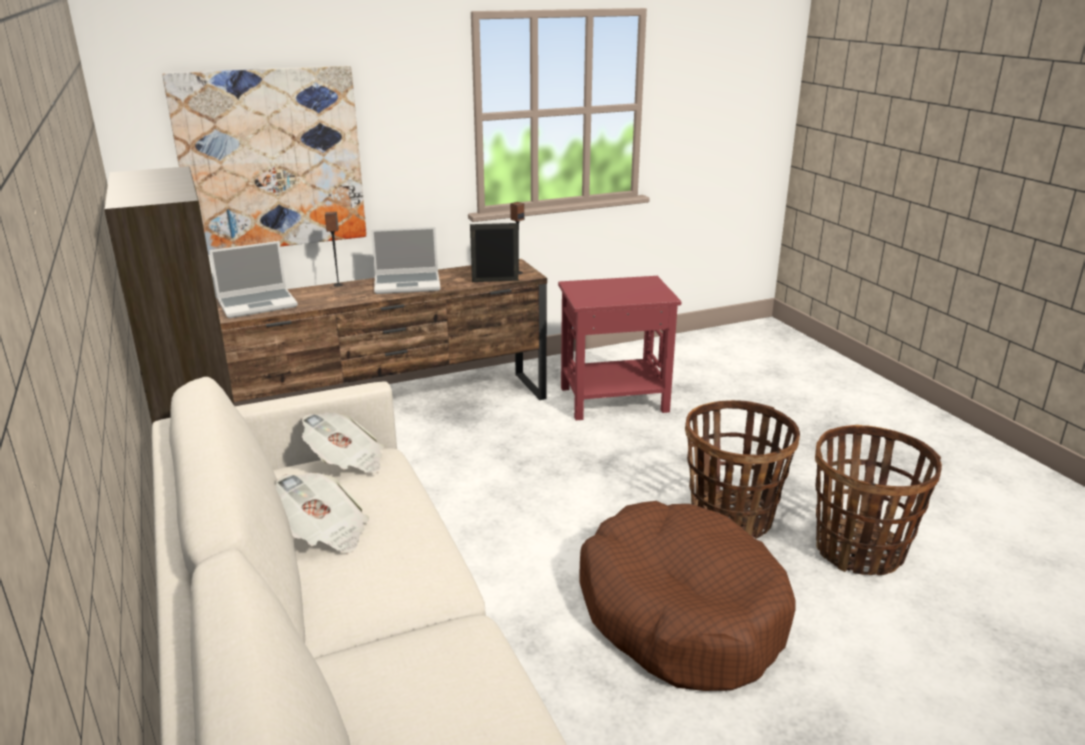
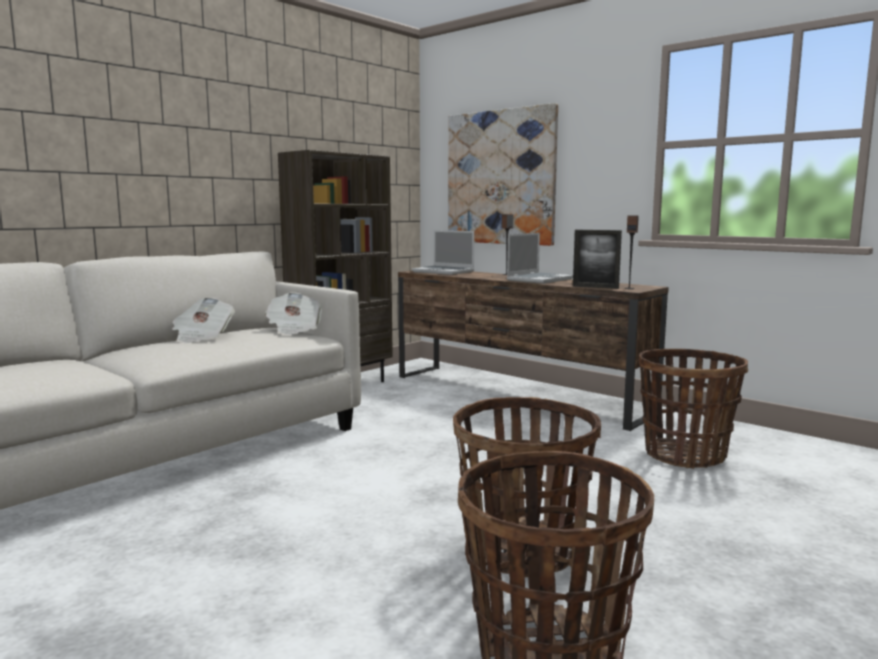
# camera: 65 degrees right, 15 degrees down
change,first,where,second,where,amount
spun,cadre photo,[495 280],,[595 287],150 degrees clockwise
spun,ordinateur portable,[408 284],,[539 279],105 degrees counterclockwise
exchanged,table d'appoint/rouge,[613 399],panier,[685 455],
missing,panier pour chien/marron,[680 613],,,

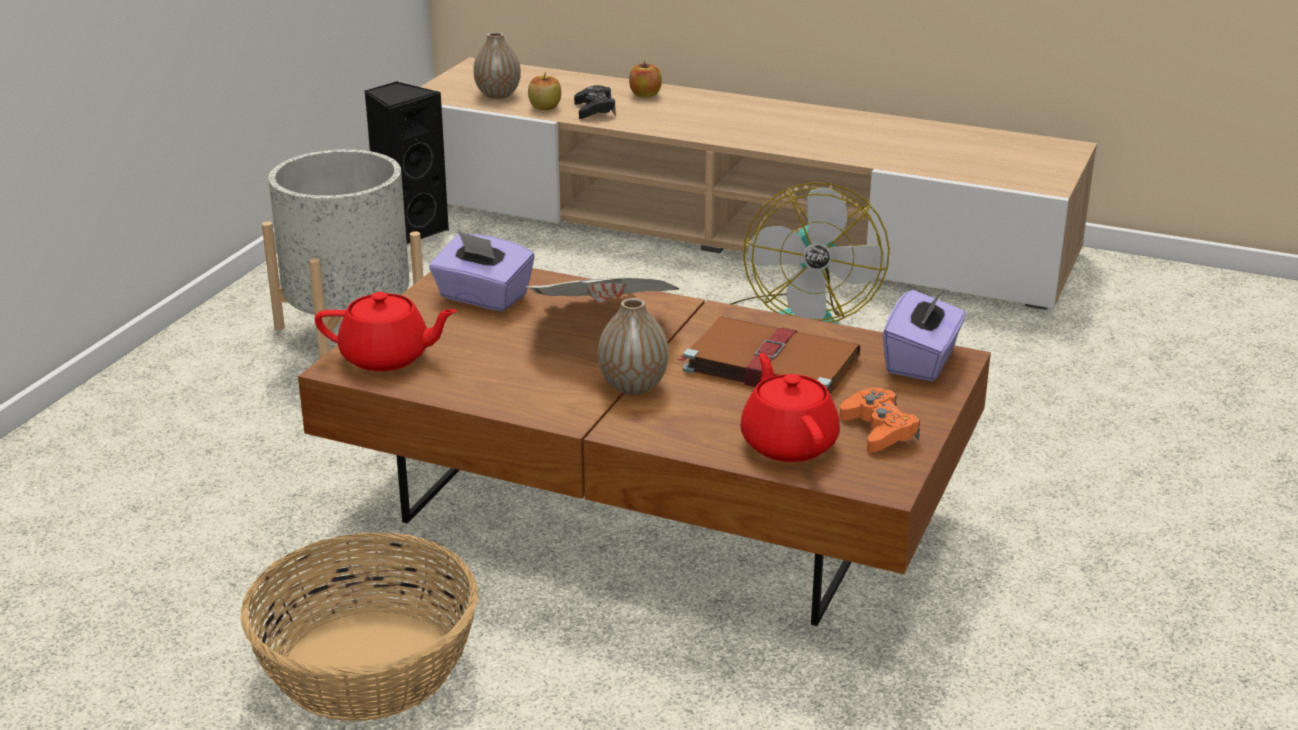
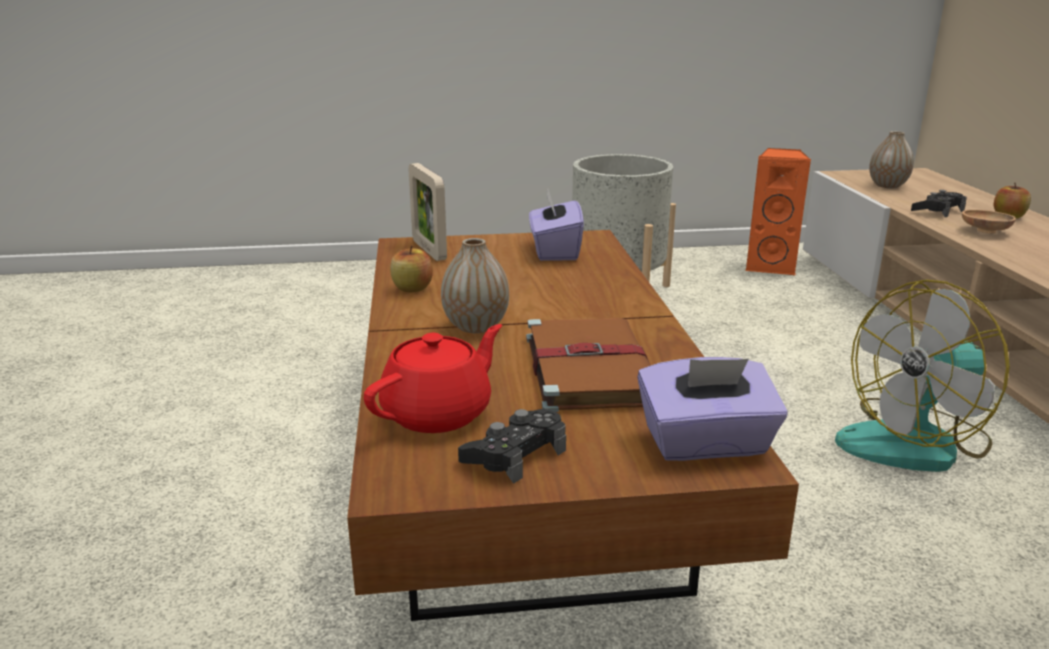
# camera: 60 degrees right, 5 degrees down
change,first,where,second,where,amount
relocated,pomme,[545 107],,[412 288],
colour,enceinte/noir,[409 230],enceinte/orange,[771 266],
missing,journal,[603 326],,,
exchanged,théière/rouge,[387 357],cadre photo,[429 250],
colour,manette/orange,[879 430],manette/noir,[514 455],
missing,panier,[368 666],,,
appeared,,,bol/marron,[985 231],

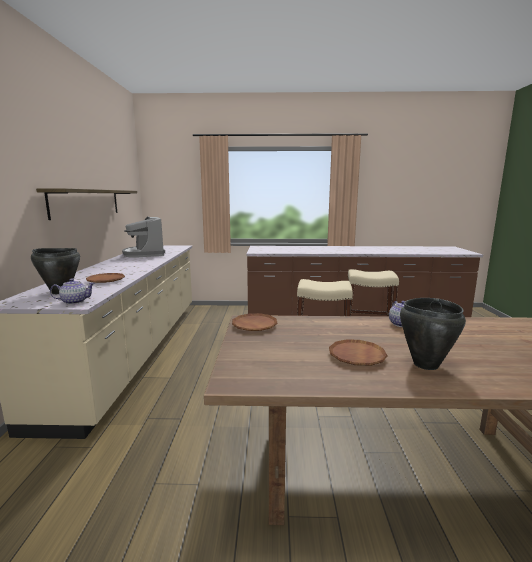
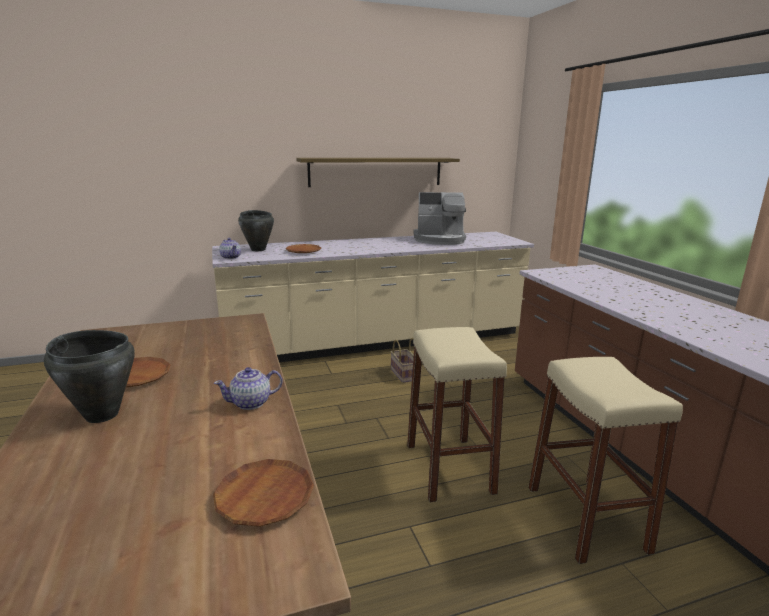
# camera: 70 degrees right, 5 degrees up
change,first,where,second,where,amount
spun,machine à café,[144 254],,[439 240],135 degrees counterclockwise
relocated,assiette/marron,[254 325],,[264 497],
appeared,,,panier,[403 374],

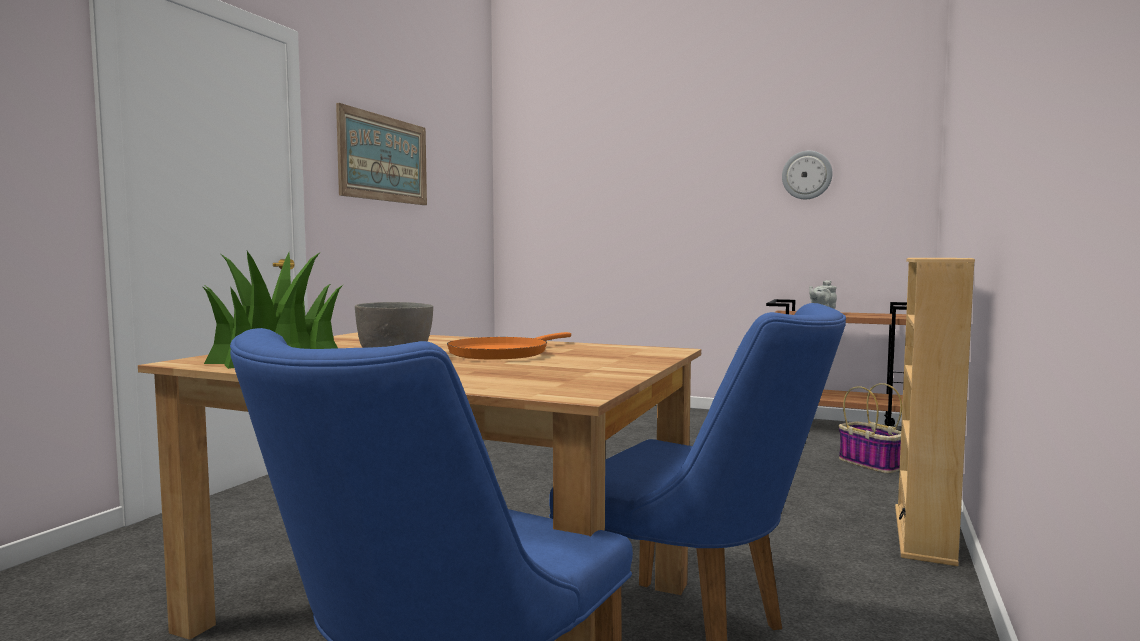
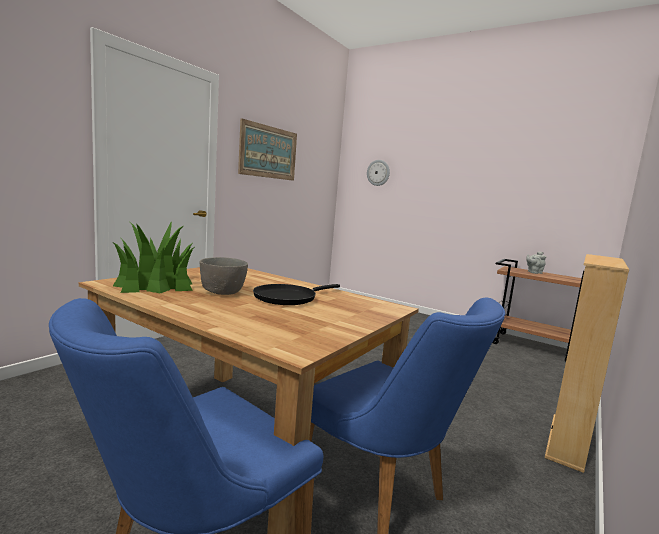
# camera: 10 degrees right, 5 degrees up
change,first,where,second,where,amount
relocated,horloge murale,[807 175],,[378 172],
colour,poêle/orange,[503 353],poêle/noir,[288 298],
missing,panier,[871 464],,,

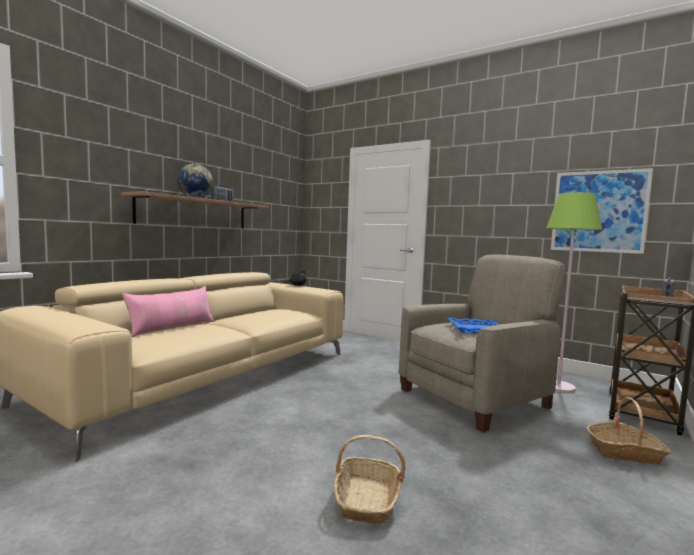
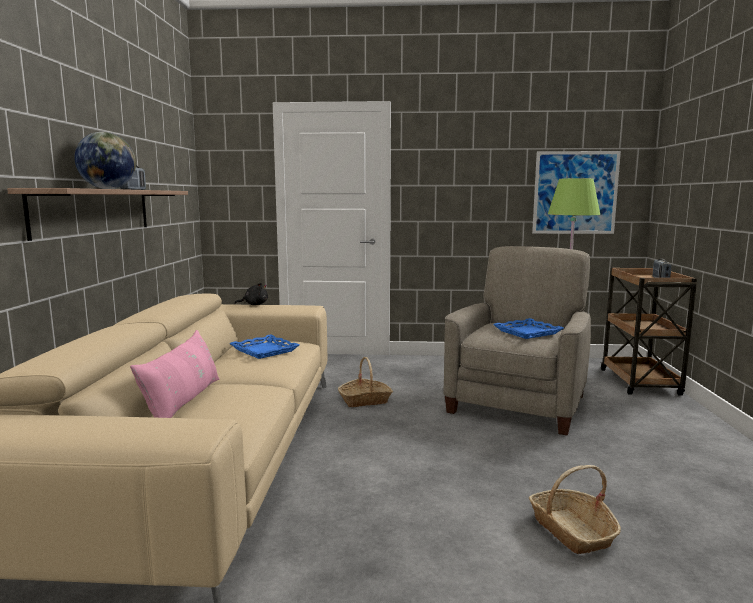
# camera: 30 degrees left, 5 degrees up
change,first,where,second,where,amount
relocated,panier,[625 452],,[365 400],
appeared,,,plateau/bleu,[264 351],

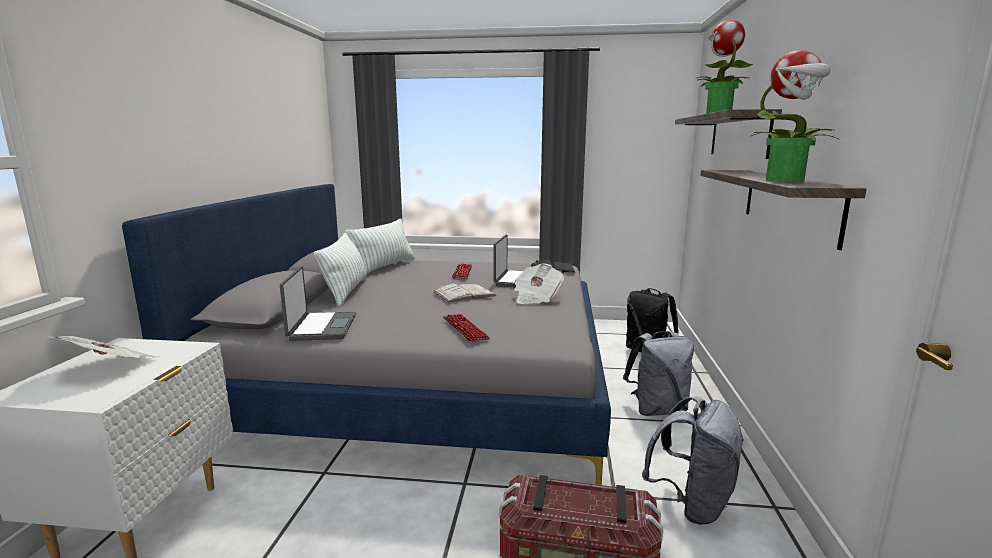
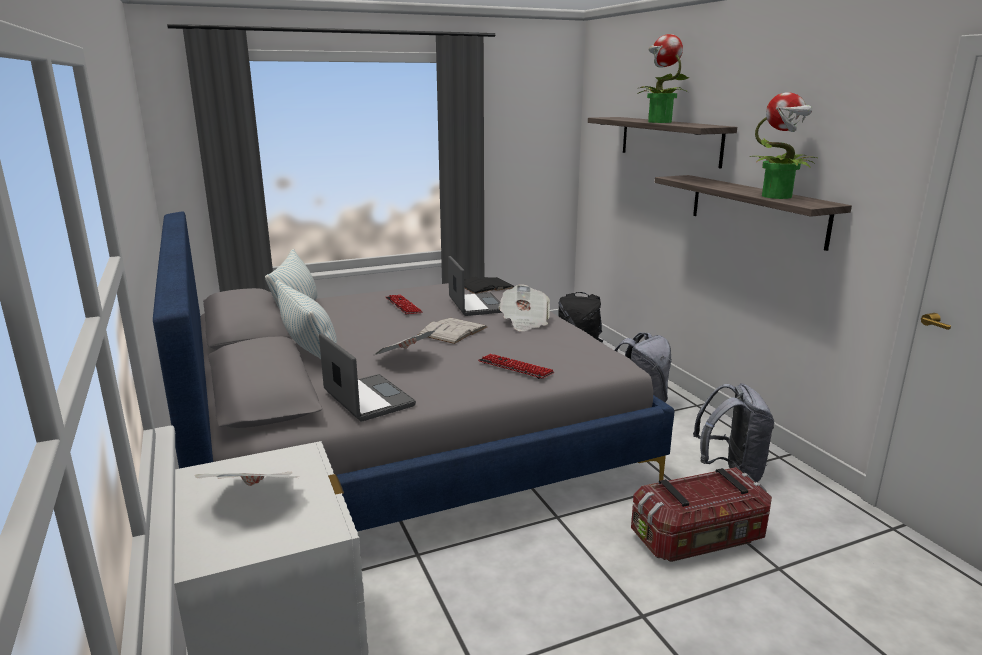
# camera: 30 degrees left, 5 degrees up
change,first,where,second,where,amount
appeared,,,journal,[404 359],

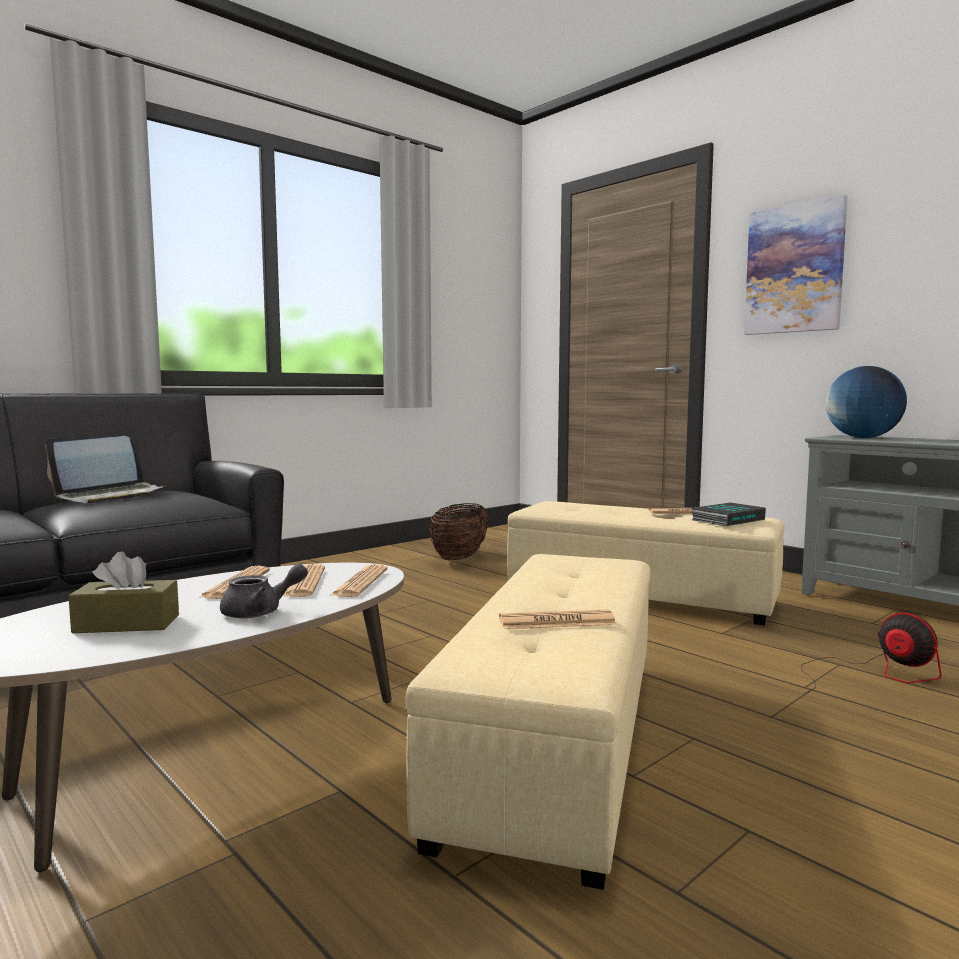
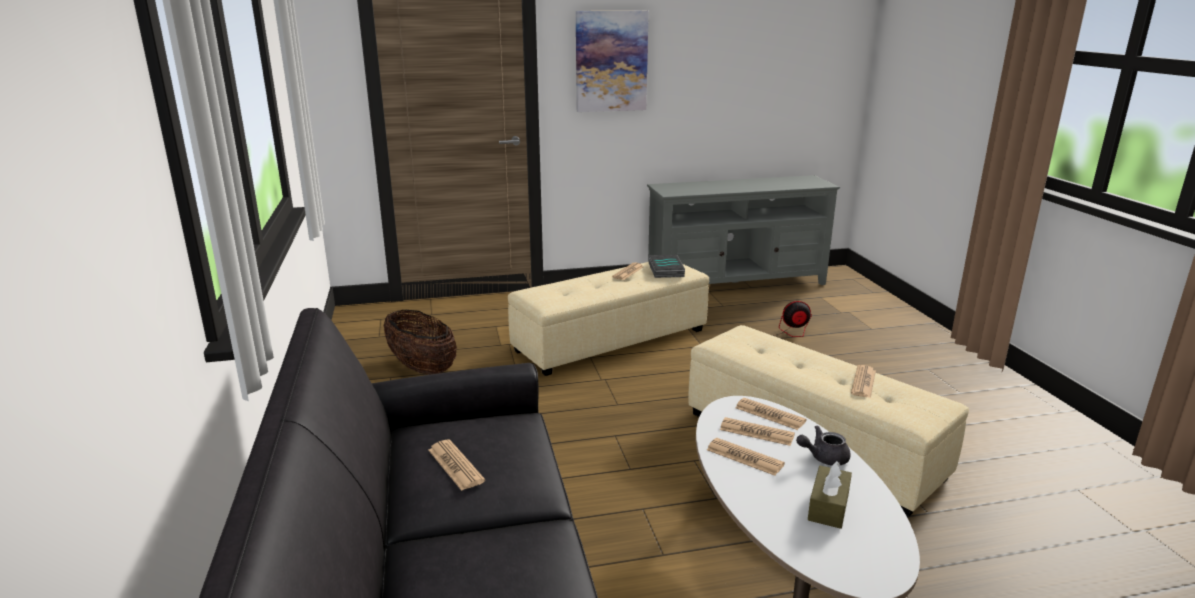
# camera: 60 degrees left, 15 degrees up
change,first,where,second,where,amount
missing,globe,[863 438],,,
exchanged,ordinateur portable,[110 496],journal,[455 465],
spun,théière/gris,[260 612],,[823 457],105 degrees counterclockwise

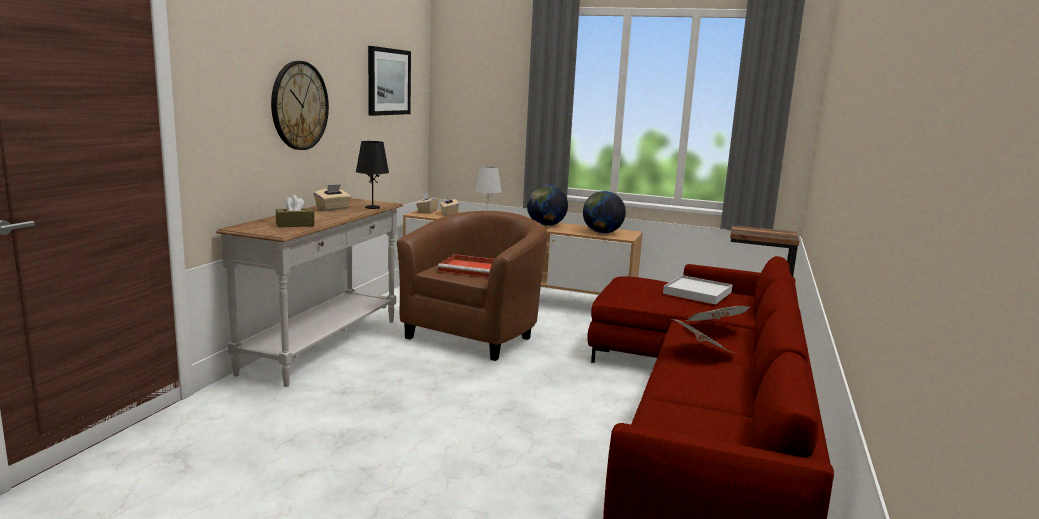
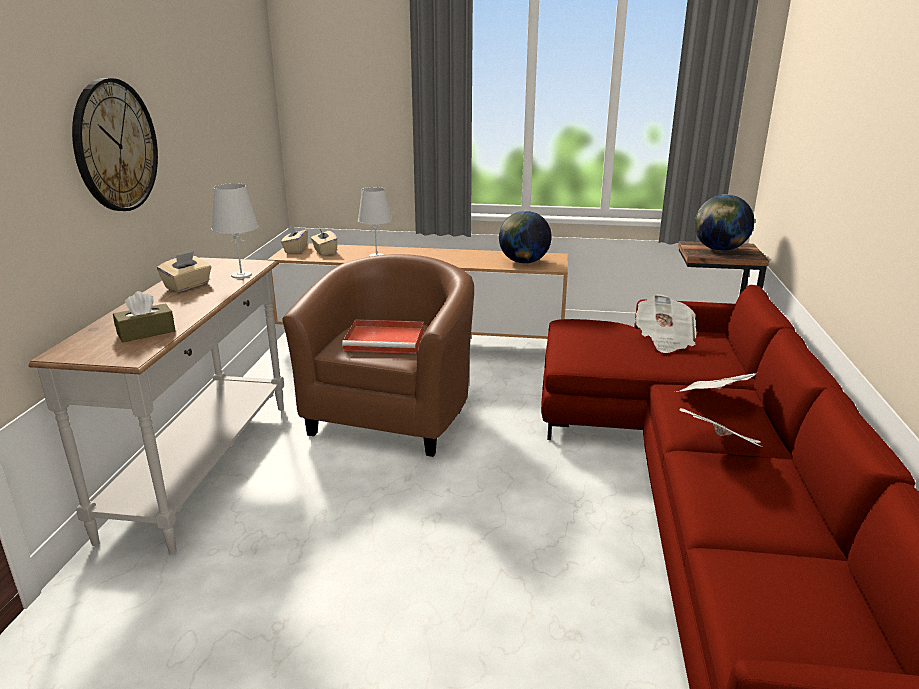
# camera: 10 degrees left, 10 degrees up
change,first,where,second,where,amount
missing,tableau,[388 82],,,
colour,lampe de table/noir,[372 207],lampe de table/blanc,[241 275],
relocated,globe,[545 225],,[719 250],
exchanged,plateau/blanc,[697 293],journal,[664 340],

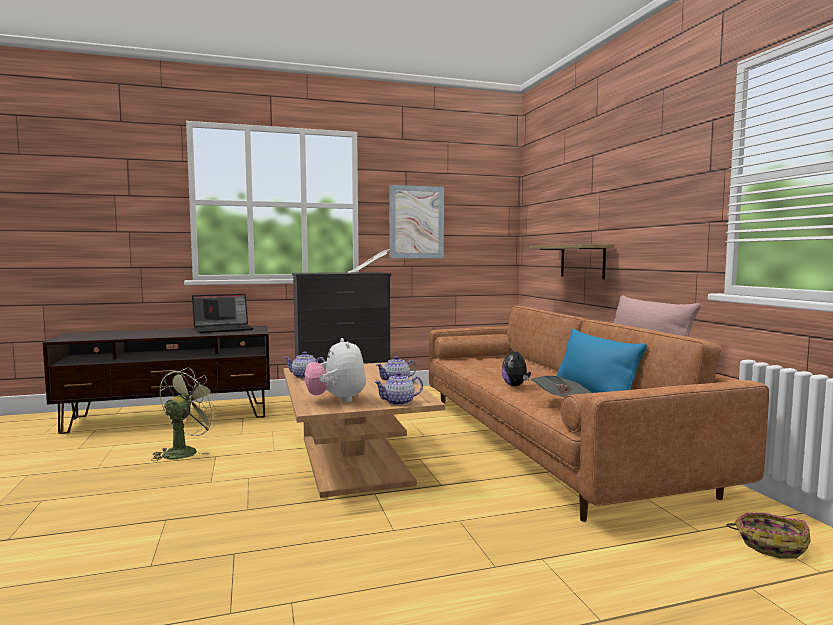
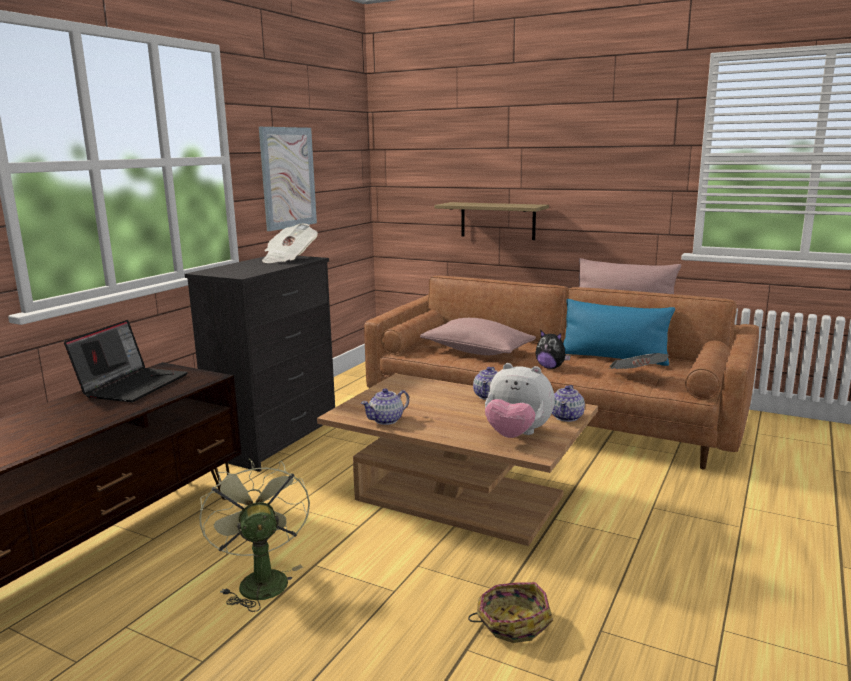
# camera: 45 degrees left, 10 degrees up
change,first,where,second,where,amount
relocated,panier,[770 544],,[512 622],
appeared,,,coussin/rose,[477 352],

